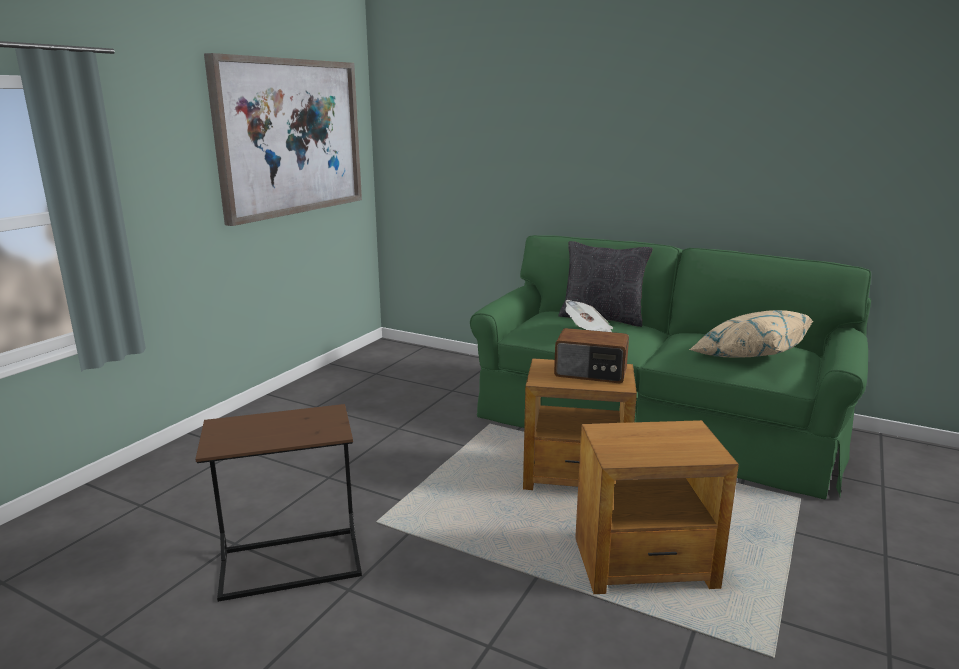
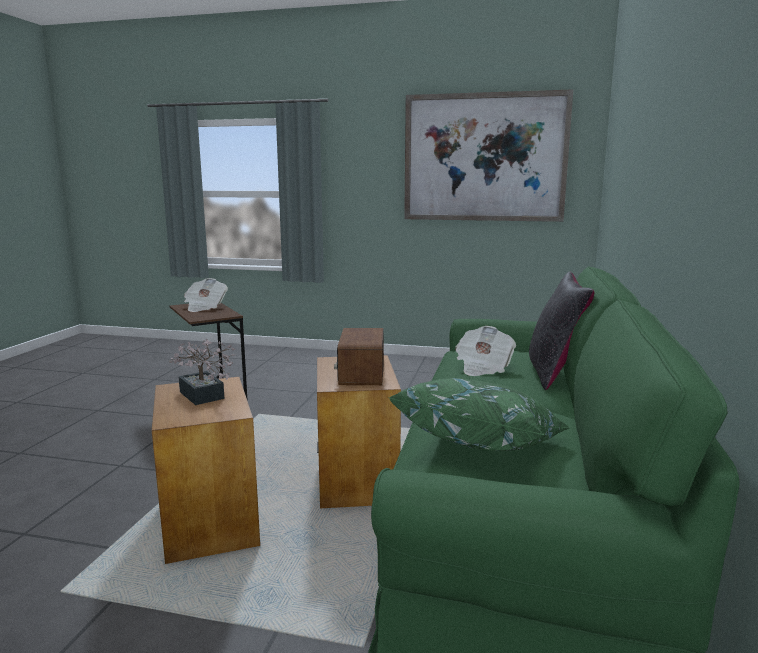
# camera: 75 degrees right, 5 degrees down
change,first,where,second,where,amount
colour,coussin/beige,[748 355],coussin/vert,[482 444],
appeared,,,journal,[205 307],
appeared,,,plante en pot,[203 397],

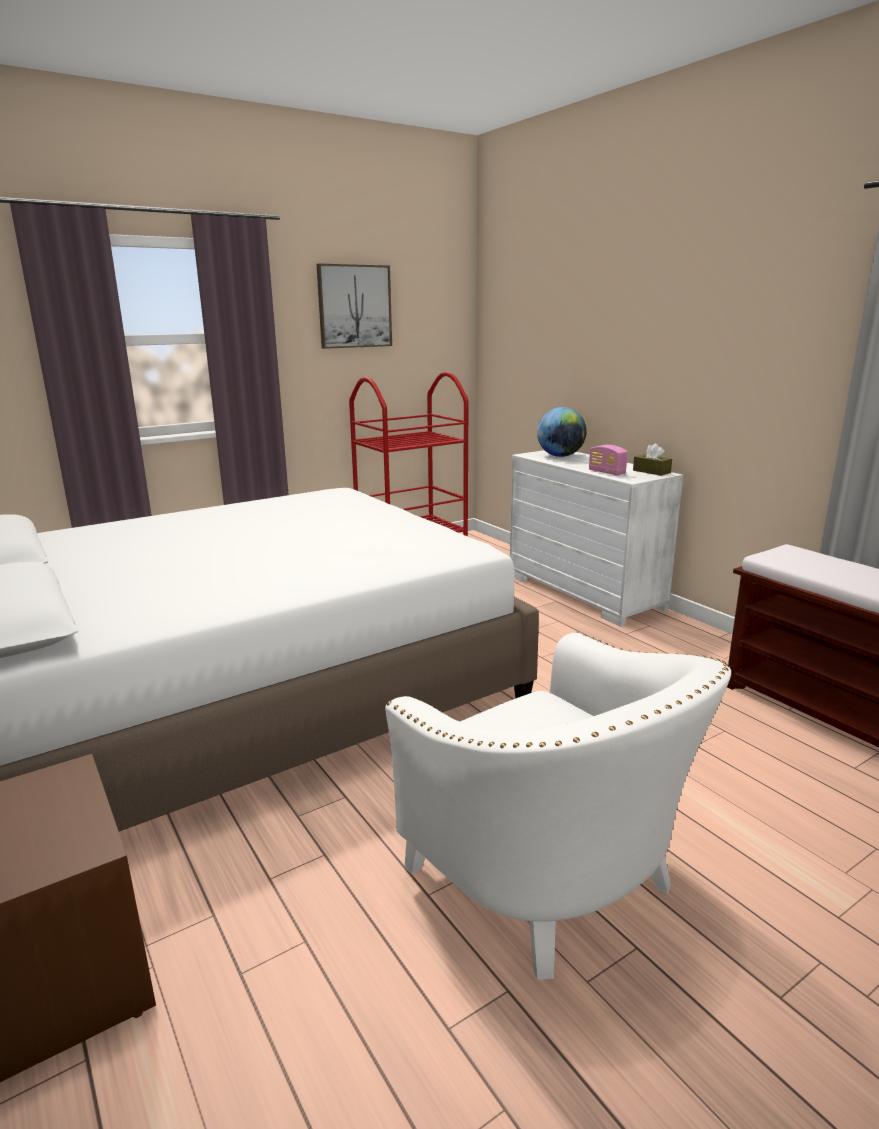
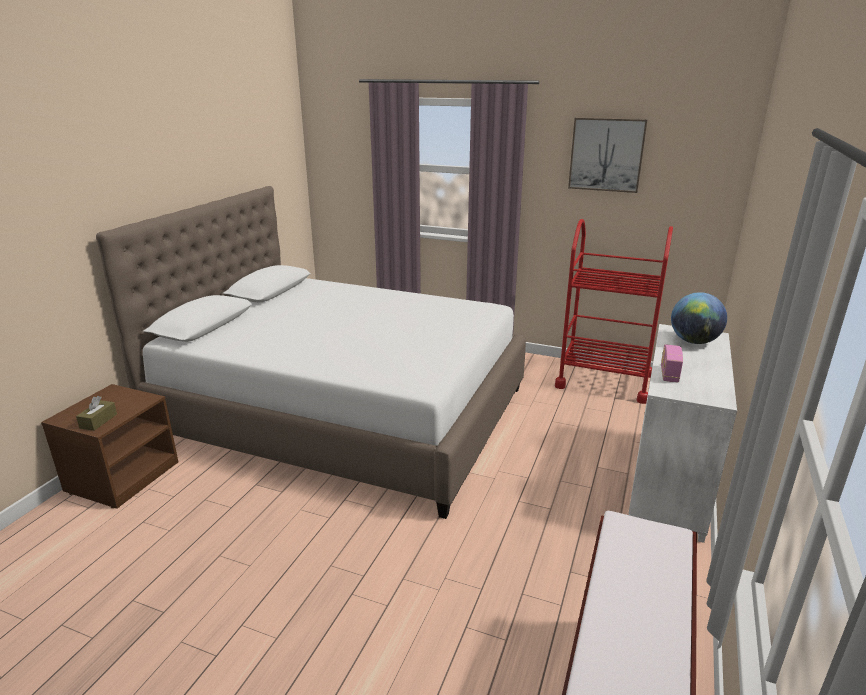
# camera: 55 degrees right, 5 degrees up
change,first,where,second,where,amount
relocated,boîte à mouchoirs/marron,[651 471],,[98 421],
missing,fauteuil/blanc,[553 882],,,

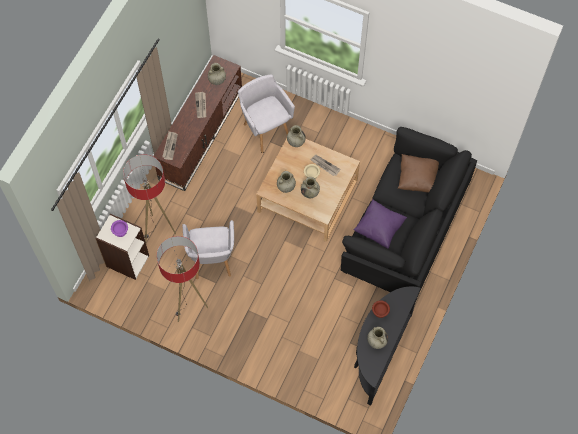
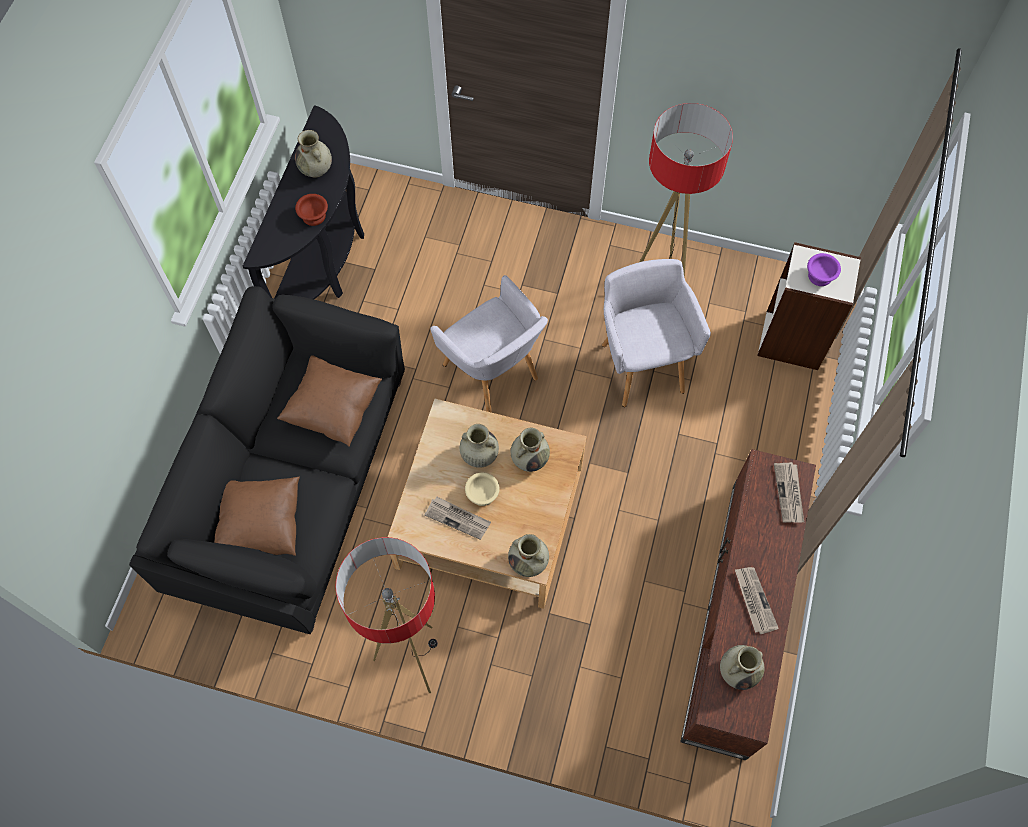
# camera: 170 degrees right, 0 degrees up
change,first,where,second,where,amount
relocated,fauteuil/gris,[266 129],,[493 375],
relocated,lampadaire,[157 231],,[412 659],
colour,coussin/violet,[379 228],coussin/marron,[333 409],

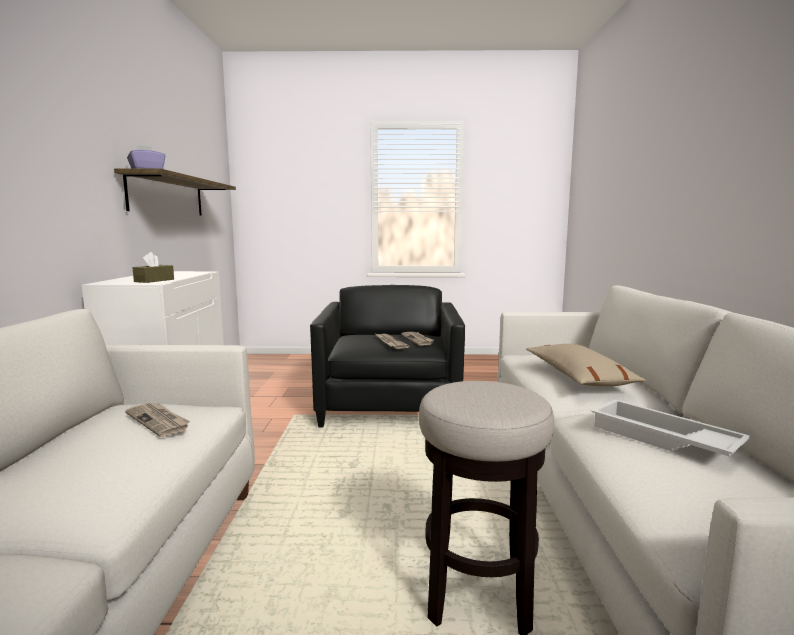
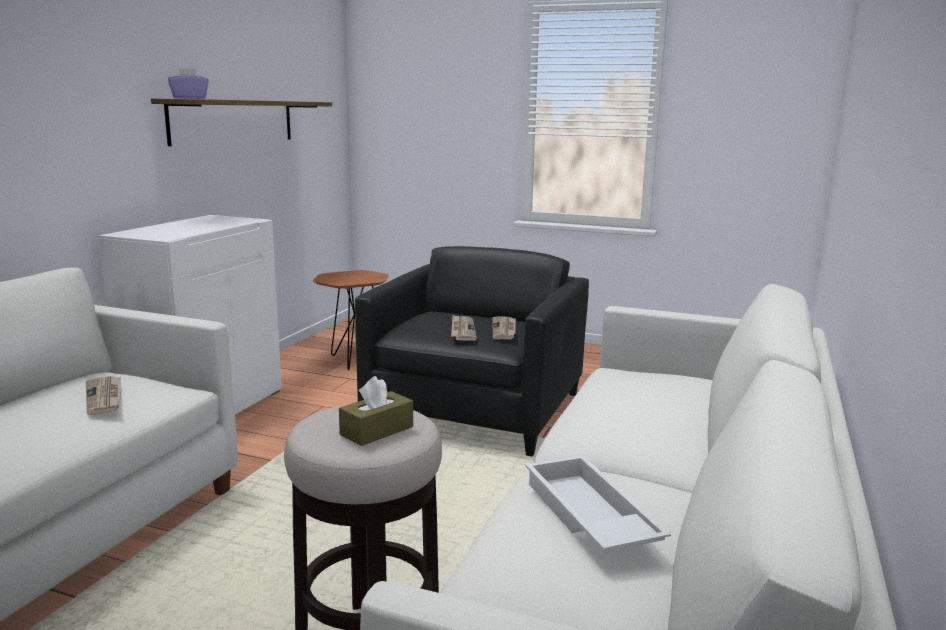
# camera: 20 degrees right, 5 degrees up
change,first,where,second,where,amount
relocated,boîte à mouchoirs/marron,[154 280],,[377 431],
missing,coussin/beige,[578 377],,,
appeared,,,table d'appoint/marron,[353 360],

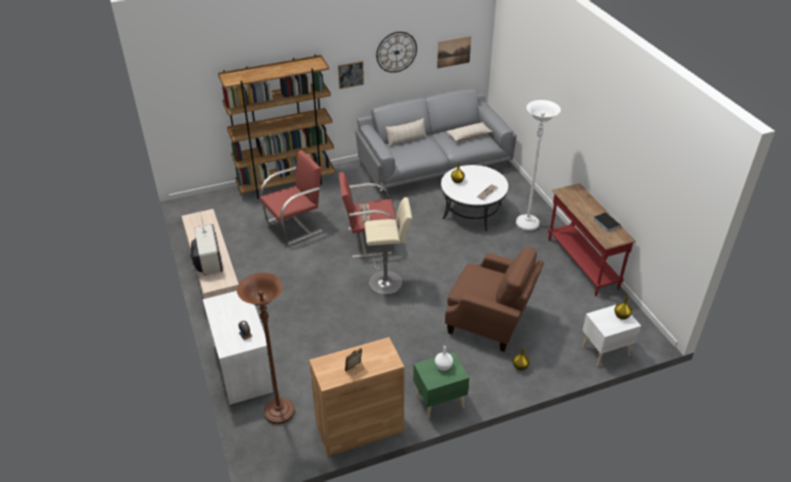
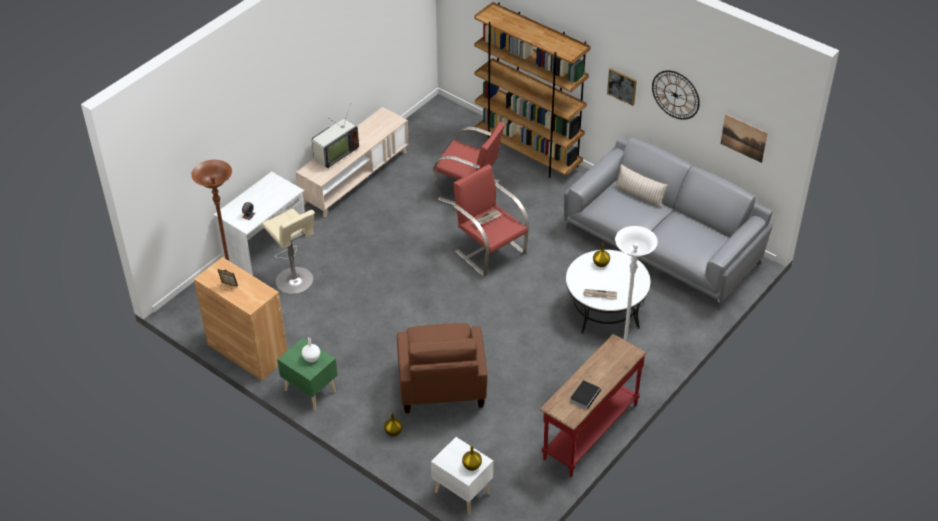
# camera: 60 degrees right, 5 degrees up
change,first,where,second,where,amount
missing,coussin/beige,[469 135],,,
relocated,tabouret/beige,[388 282],,[296 282],

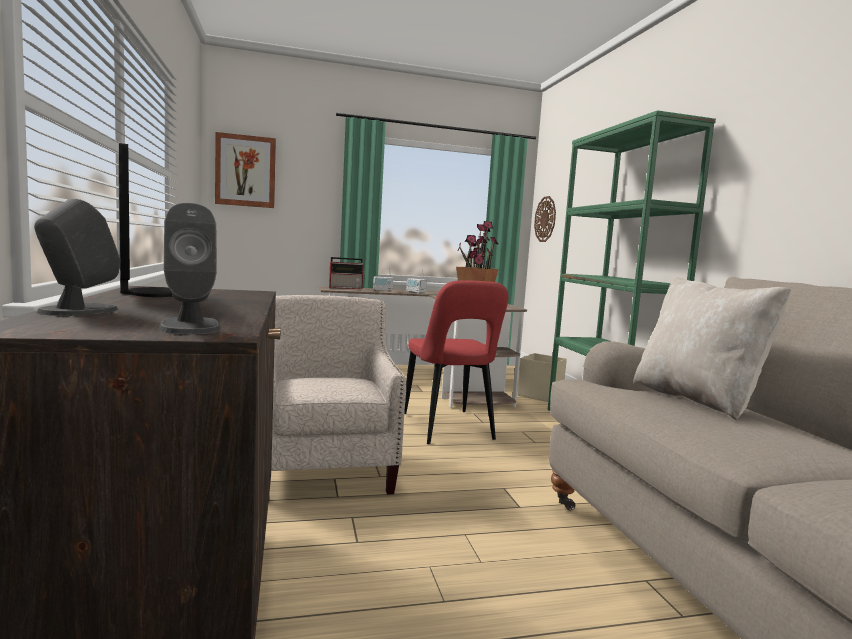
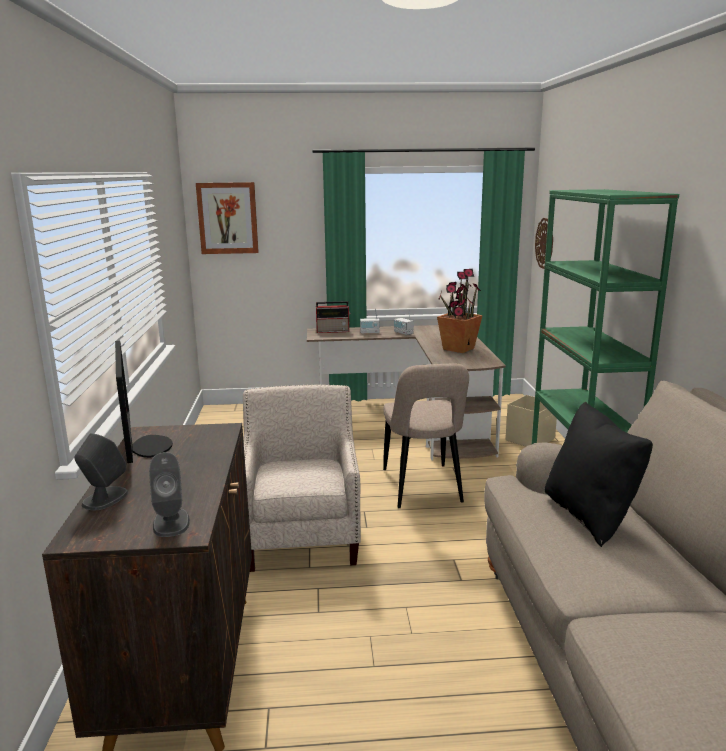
# camera: 10 degrees right, 10 degrees up
change,first,where,second,where,amount
colour,coussin/beige,[697 400],coussin/noir,[589 516],
colour,chaise/rouge,[449 429],chaise/beige,[422 488],

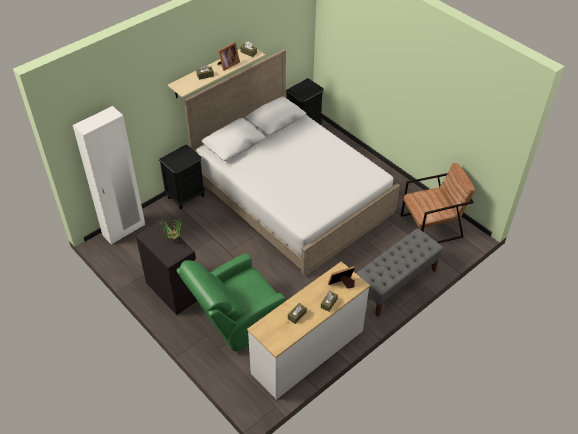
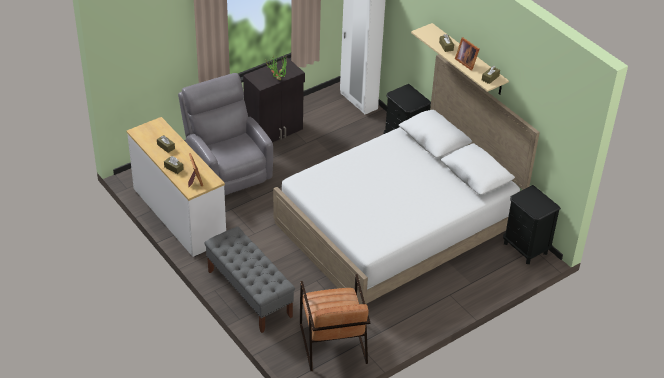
# camera: 95 degrees right, 5 degrees down
change,first,where,second,where,amount
colour,fauteuil/vert,[235 321],fauteuil/gris,[227 169],

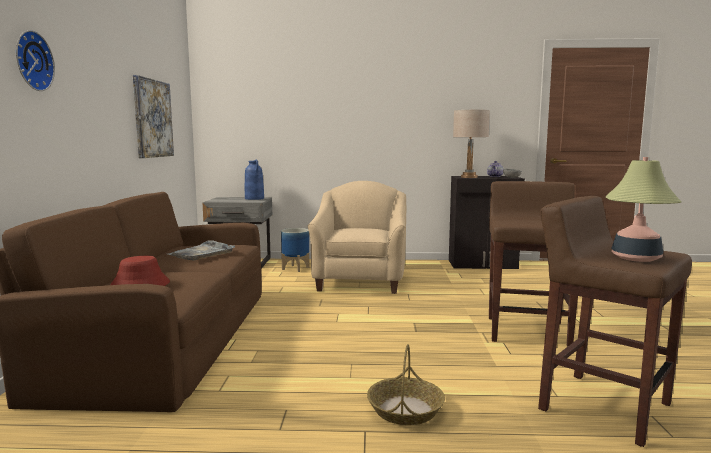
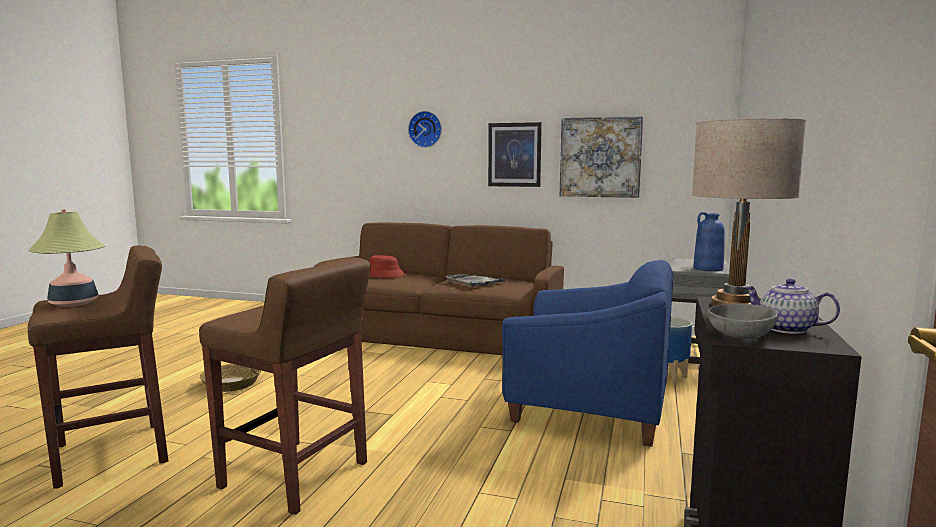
# camera: 105 degrees right, 0 degrees up
change,first,where,second,where,amount
colour,fauteuil/beige,[360 281],fauteuil/bleu,[589 409],
appeared,,,tableau,[514 154],

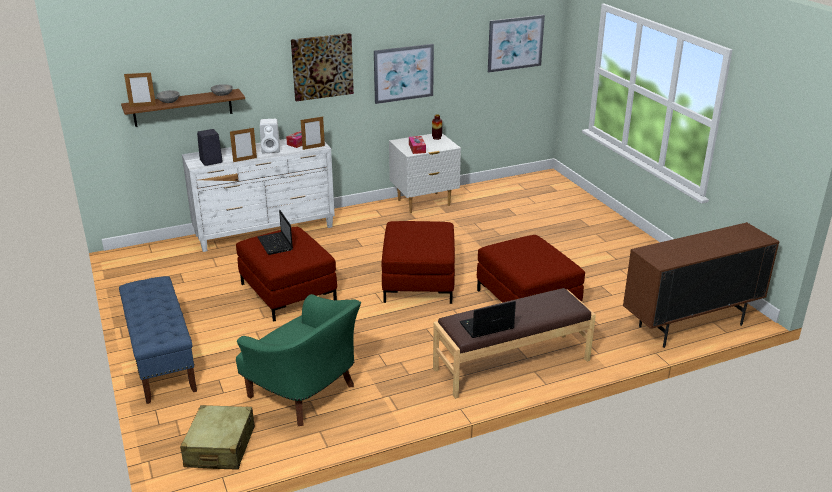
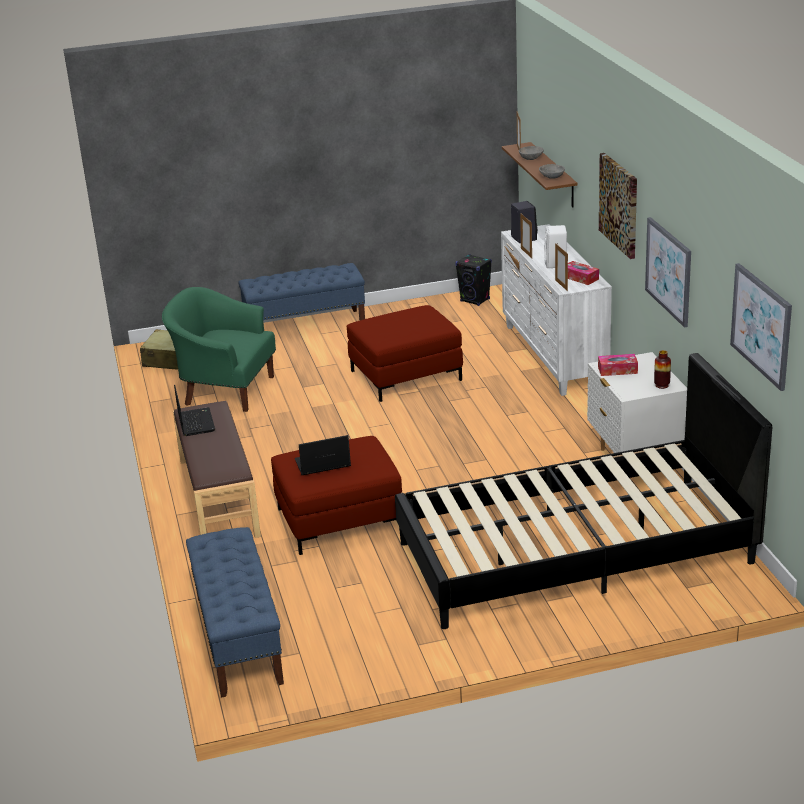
# camera: 100 degrees right, 0 degrees up
change,first,where,second,where,amount
relocated,ordinateur portable,[275 244],,[321 464],
missing,pouf/rouge,[419 282],,,
exchanged,meuble de rangement/marron,[690 326],banc/bleu,[238 639],
spun,fauteuil/vert,[305 394],,[225 390],60 degrees clockwise
appeared,,,enceinte/noir,[475 300],
appeared,,,lit/noir,[575 553],

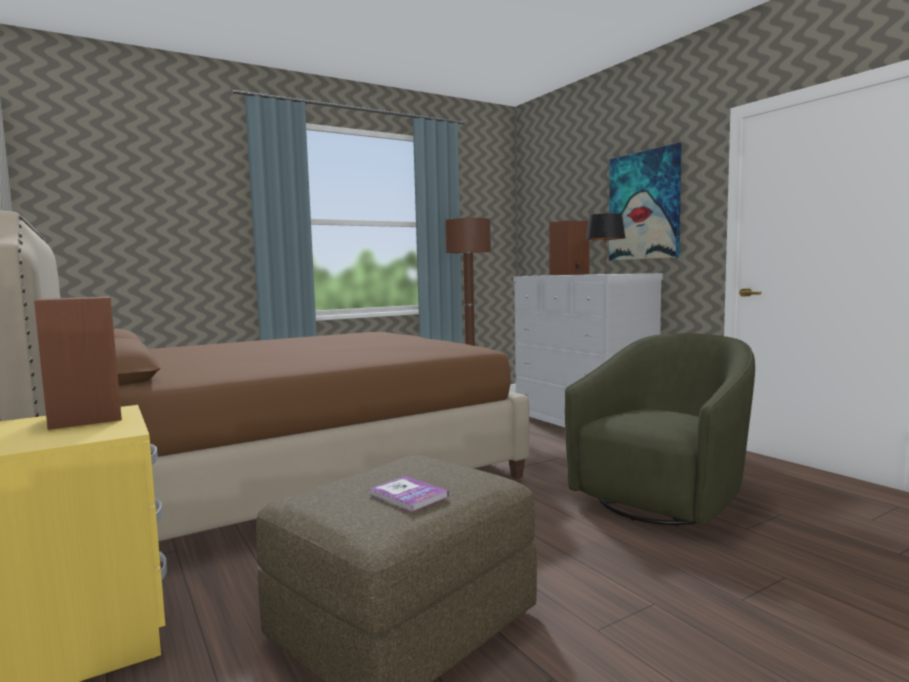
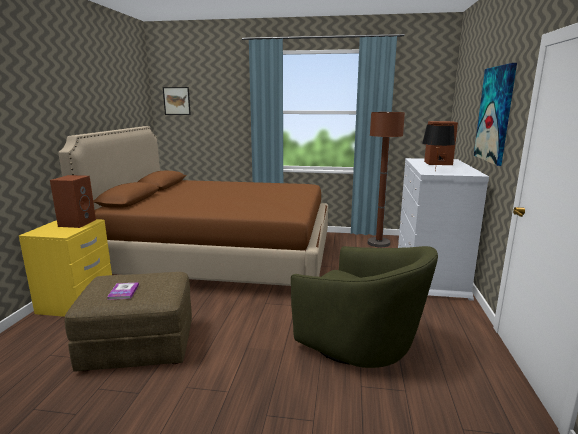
# camera: 40 degrees right, 10 degrees up
change,first,where,second,where,amount
spun,fauteuil/vert,[664 497],,[359 345],45 degrees clockwise
appeared,,,tableau,[176 101],

